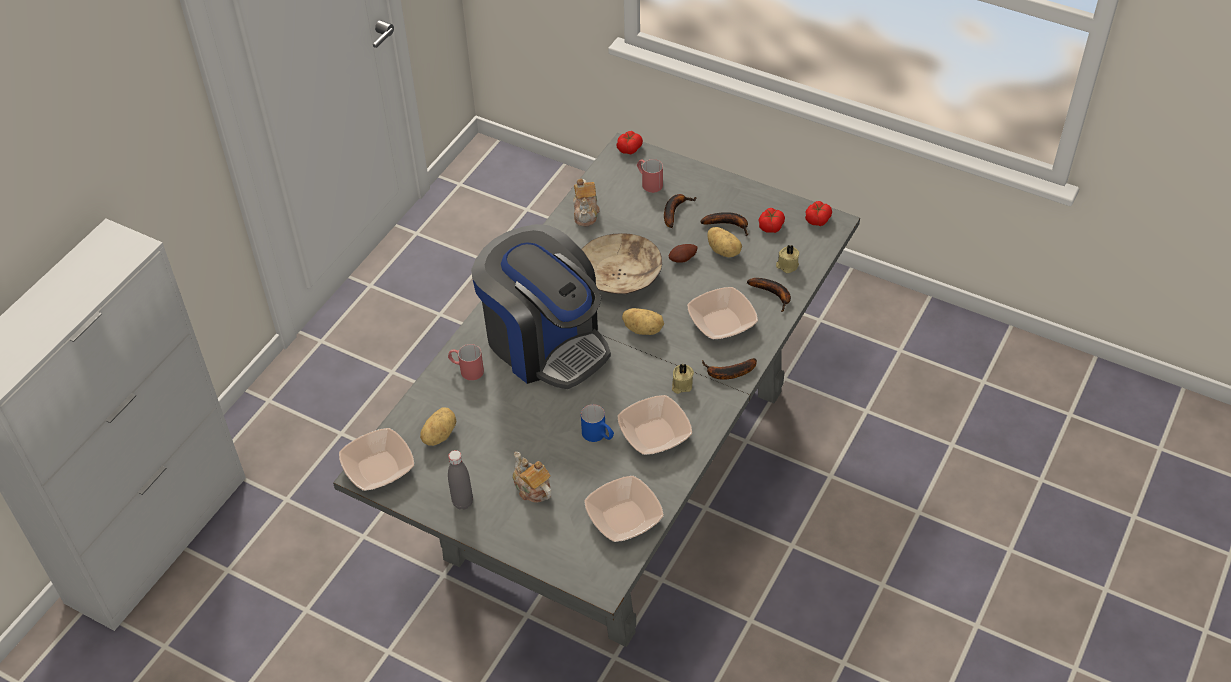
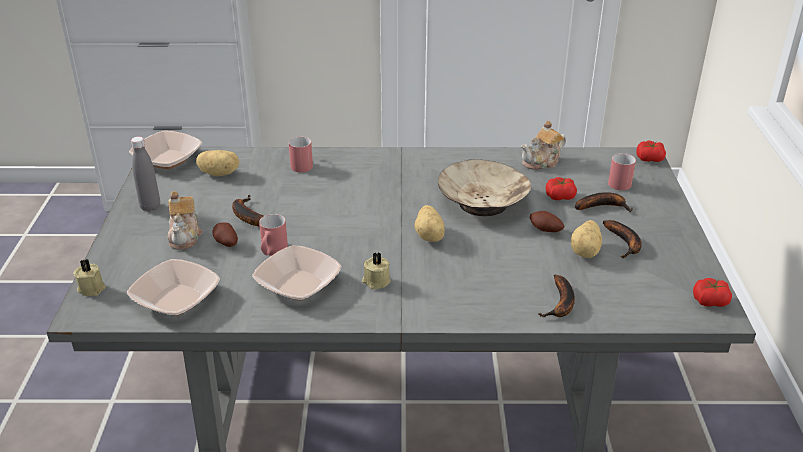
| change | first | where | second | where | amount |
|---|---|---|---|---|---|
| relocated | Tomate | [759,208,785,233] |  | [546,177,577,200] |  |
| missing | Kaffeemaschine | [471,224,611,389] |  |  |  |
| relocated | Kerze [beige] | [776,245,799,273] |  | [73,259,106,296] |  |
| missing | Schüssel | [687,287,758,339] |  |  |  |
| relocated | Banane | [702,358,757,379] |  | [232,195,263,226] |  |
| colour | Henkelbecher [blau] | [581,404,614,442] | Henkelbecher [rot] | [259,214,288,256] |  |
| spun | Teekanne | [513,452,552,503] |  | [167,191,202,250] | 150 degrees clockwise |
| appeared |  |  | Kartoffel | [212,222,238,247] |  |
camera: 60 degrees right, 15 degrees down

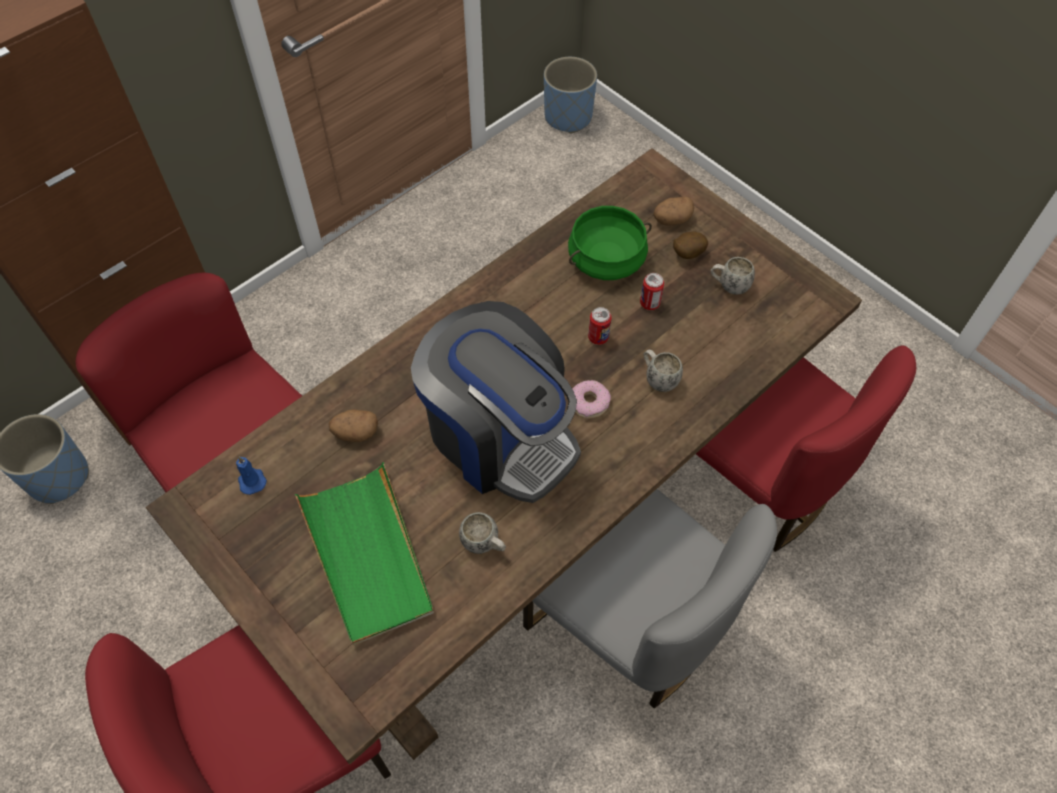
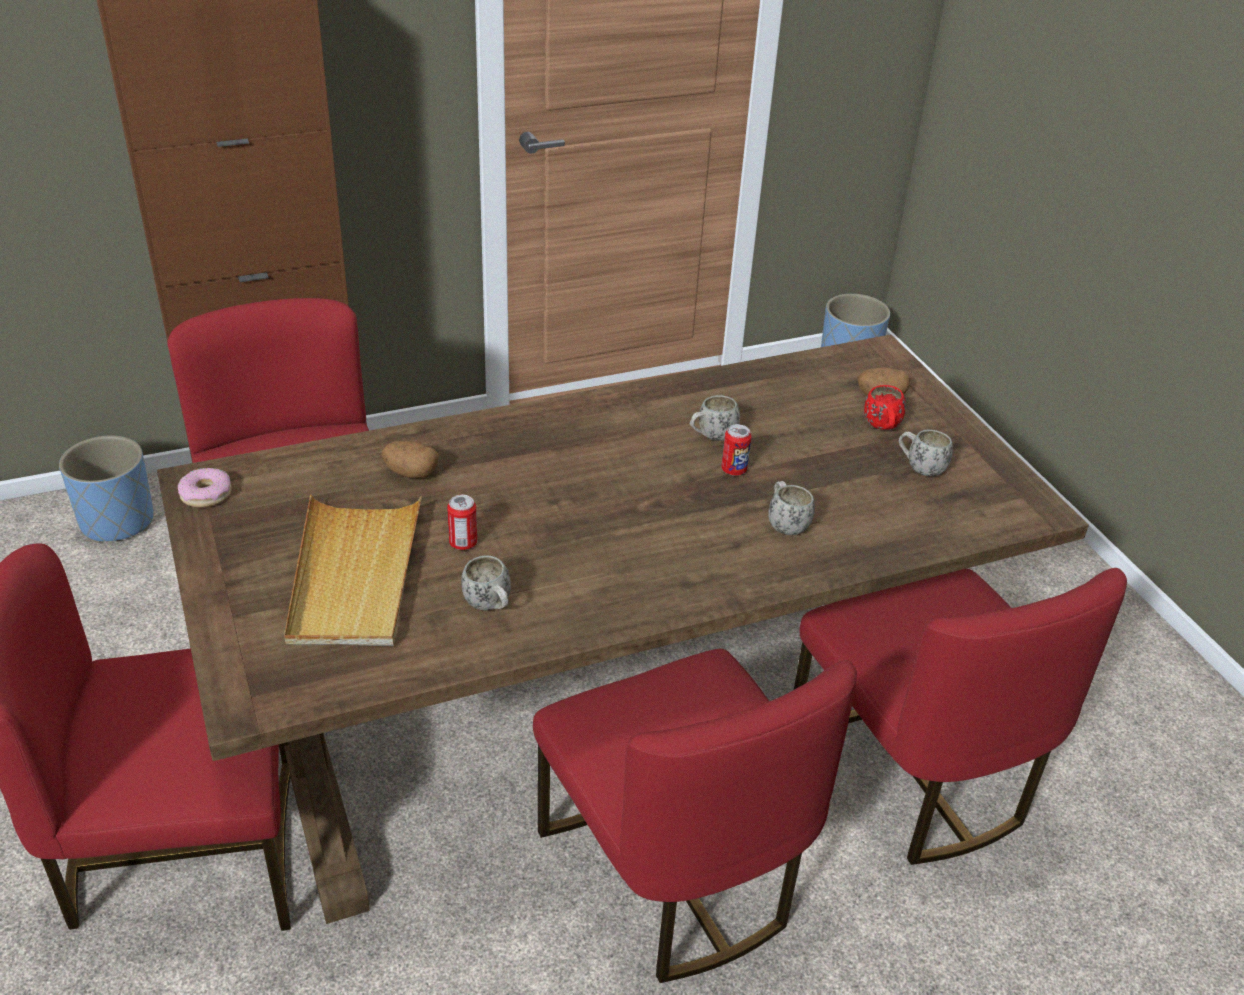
| change | first | where | second | where | amount |
|---|---|---|---|---|---|
| missing | Kochtopf [grün] | [568,206,652,280] |  |  |  |
| exchanged | Kartoffel | [673,231,708,259] | Henkelbecher [rot] | [864,385,906,430] |  |
| relocated | Dose | [640,273,664,310] |  | [447,495,477,550] |  |
| missing | Kaffeemaschine | [411,301,581,503] |  |  |  |
| relocated | Donut | [573,380,611,419] |  | [177,468,232,507] |  |
| missing | Kerze [blau] | [236,456,267,495] |  |  |  |
| colour | Tablett [grün] | [295,462,434,645] | Tablett [beige] | [284,495,422,646] |  |
| colour | Stuhl [grau] | [523,489,777,708] | Stuhl [rot] | [533,649,857,983] |  |
| appeared |  |  | Henkelbecher [weiß] | [690,395,740,441] |  |
camera: 20 degrees right, 20 degrees down

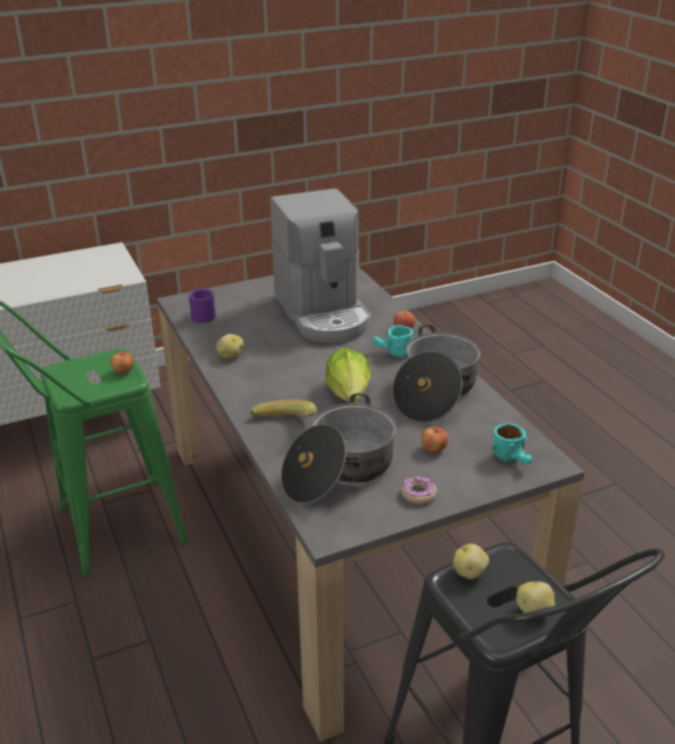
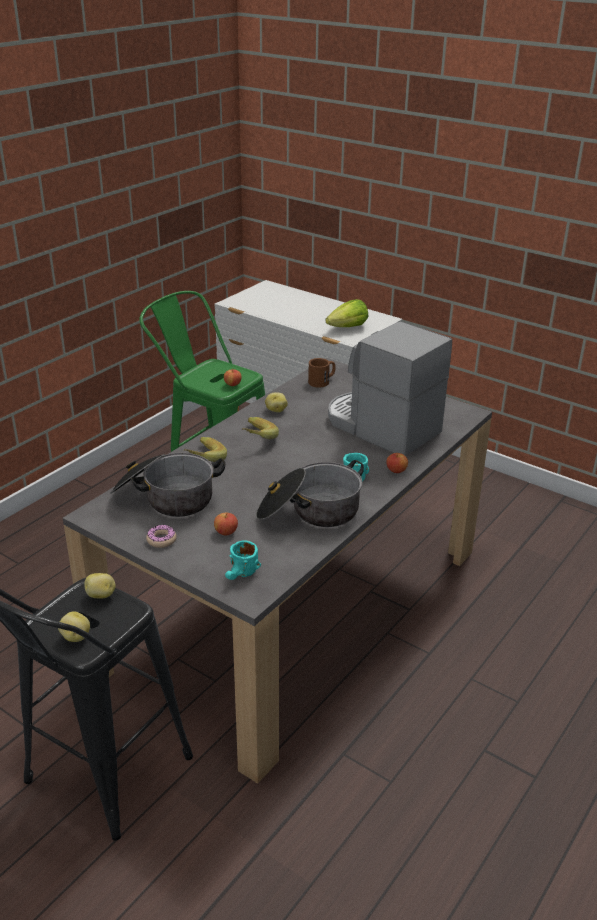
| change | first | where | second | where | amount |
|---|---|---|---|---|---|
| spun | Kaffeemaschine | [270,188,371,343] |  | [328,321,452,456] | 90 degrees clockwise |
| colour | Henkelbecher [lila] | [189,289,215,323] | Henkelbecher [braun] | [308,358,336,388] |  |
| relocated | Salatkopf | [325,348,371,403] |  | [325,299,368,327] |  |
| appeared |  |  | Banane | [241,417,279,439] |  |
camera: 60 degrees right, 0 degrees up

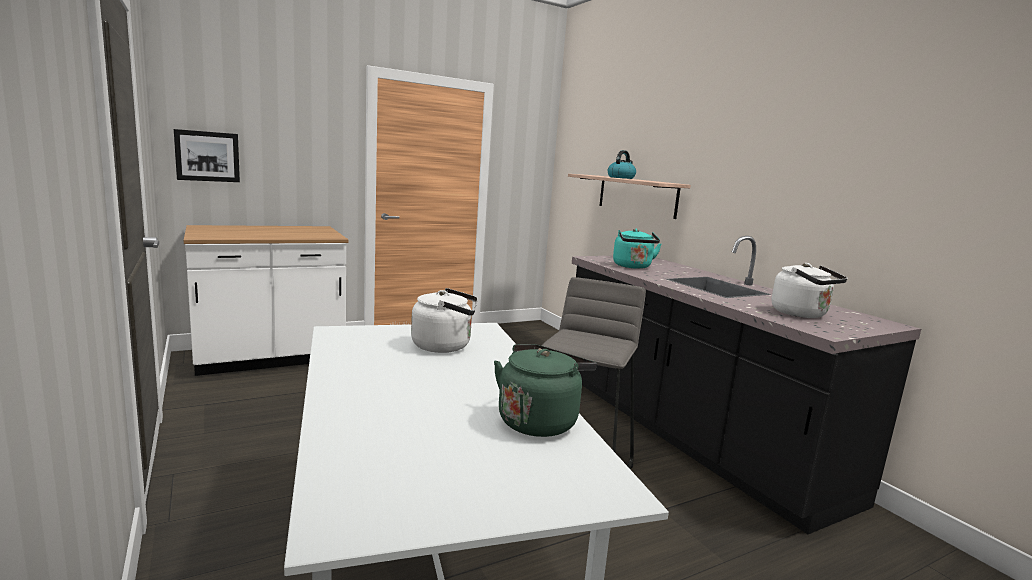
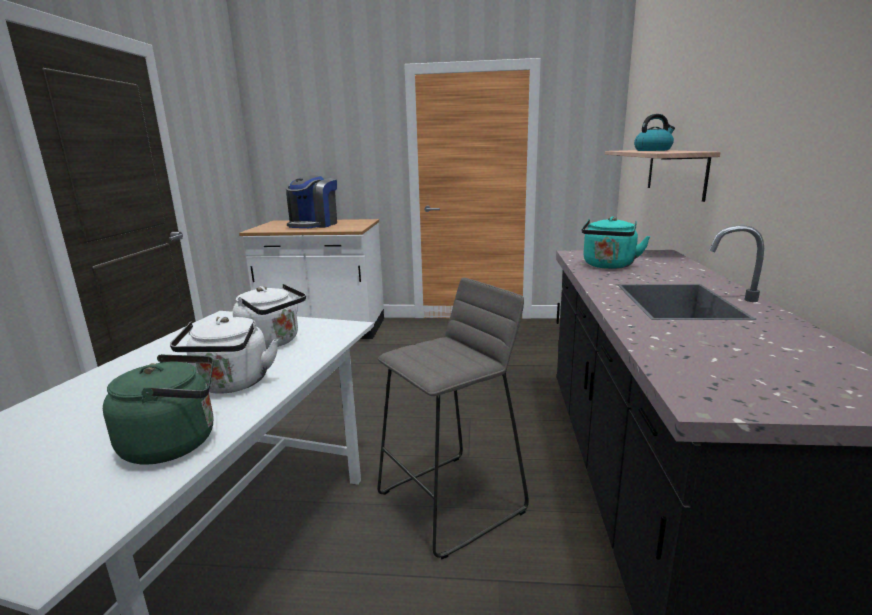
| change | first | where | second | where | amount |
|---|---|---|---|---|---|
| missing | Bild | [174,129,240,182] |  |  |  |
| relocated | Wasserkessel [weiß] | [772,263,848,318] |  | [170,316,278,394] |  |
| appeared |  |  | Kaffeemaschine | [286,175,337,228] |  |
camera: 35 degrees right, 5 degrees up

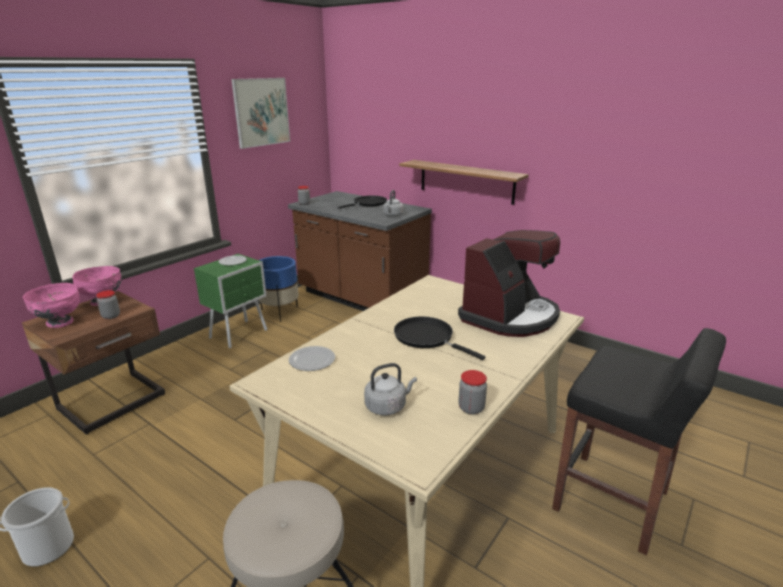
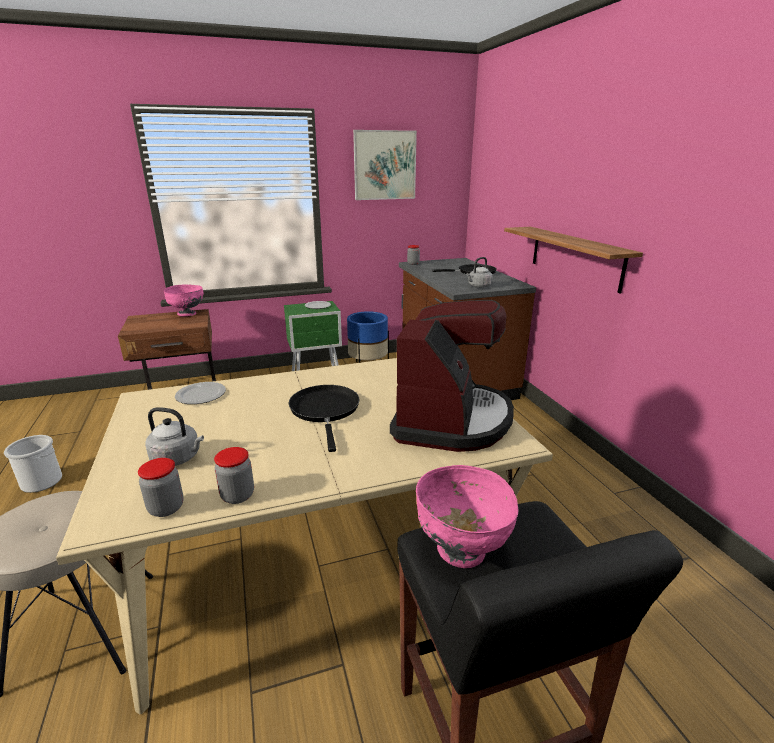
| change | first | where | second | where | amount |
|---|---|---|---|---|---|
| spun | Kaffeemaschine | [458,230,560,337] |  | [390,300,514,452] | 60 degrees counterclockwise |
| relocated | Schüssel [rosa] | [23,283,80,328] |  | [416,465,519,568] |  |
| relocated | Vorratsglas | [96,290,120,319] |  | [138,458,183,517] |  |
camera: 35 degrees right, 0 degrees up

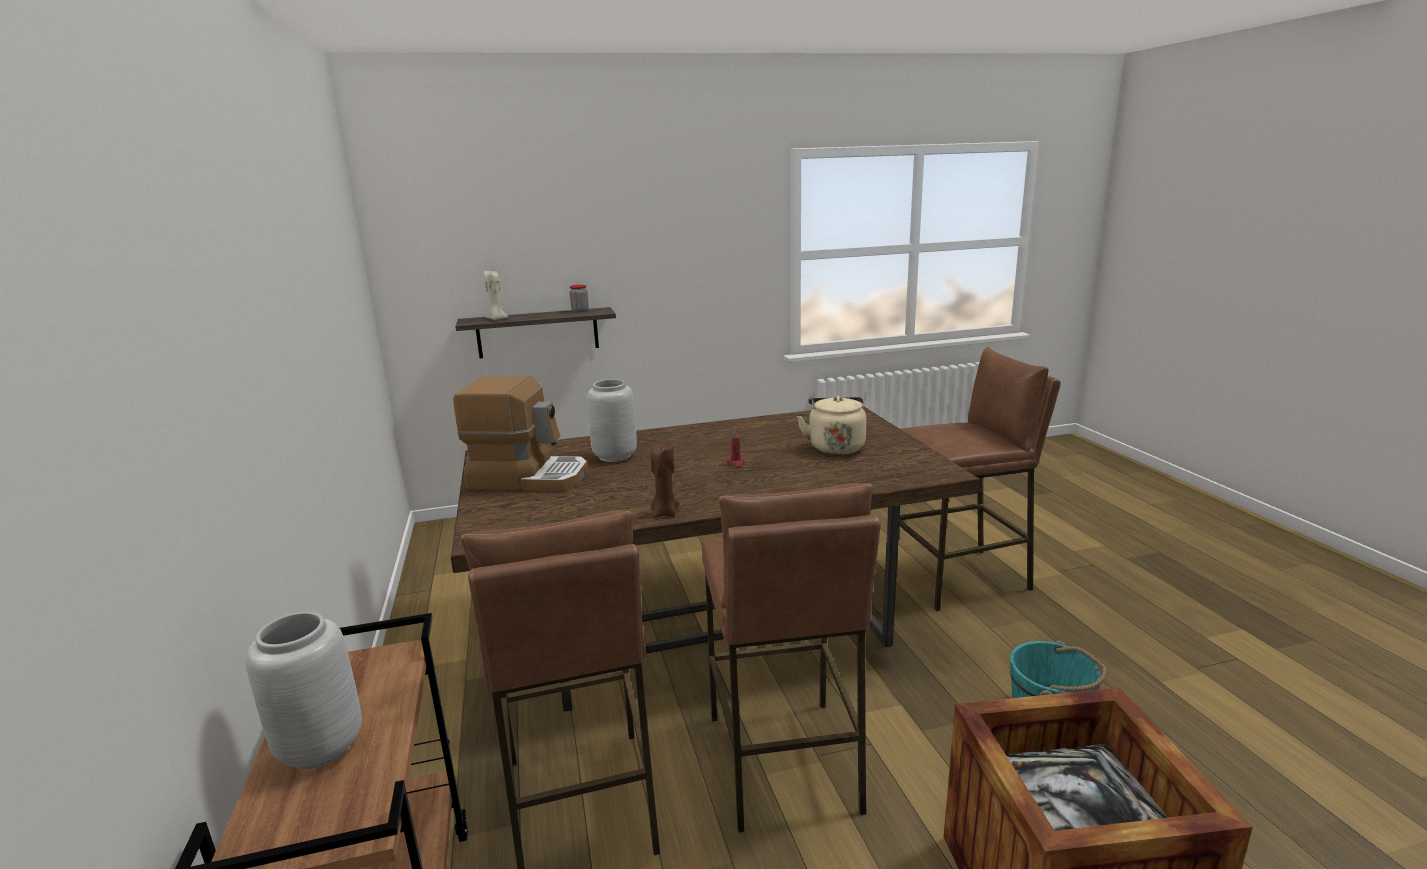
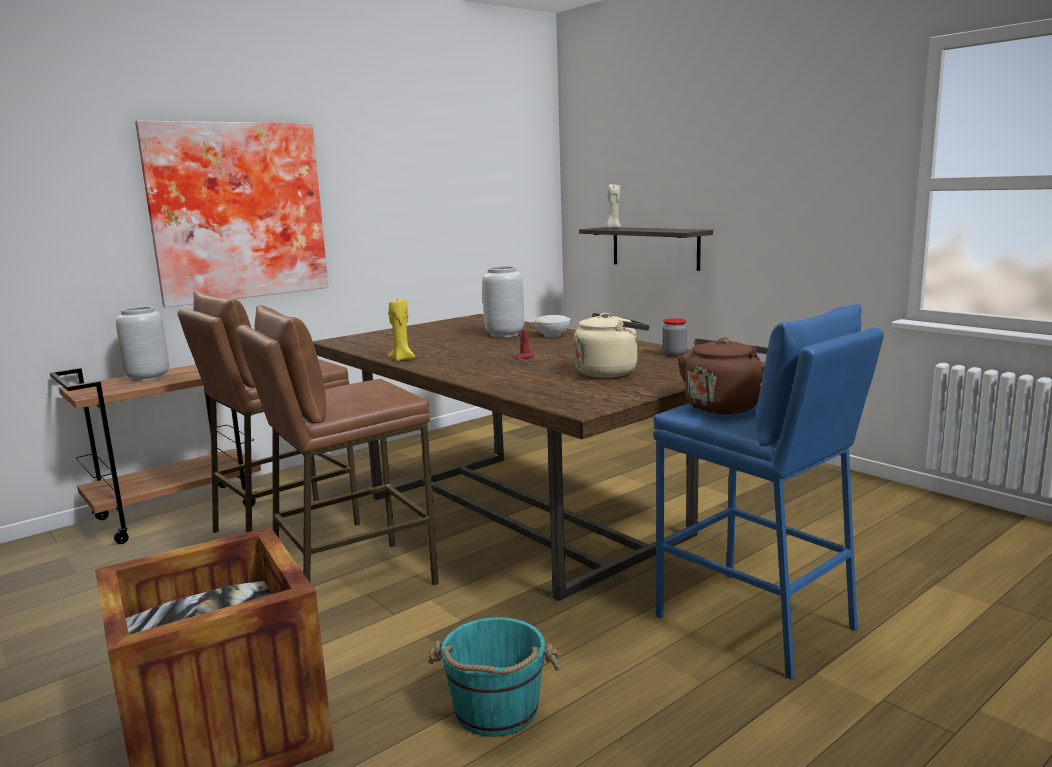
| change | first | where | second | where | amount |
|---|---|---|---|---|---|
| relocated | Vorratsglas | [570,285,589,312] |  | [662,318,687,356] |  |
| colour | Hocker [braun] | [899,347,1061,611] | Hocker [blau] | [653,304,884,680] |  |
| missing | Kaffeemaschine | [453,376,588,491] |  |  |  |
| colour | Kerze [braun] | [651,441,679,518] | Kerze [gelb] | [388,298,415,361] |  |
| appeared |  |  | Bild | [135,121,328,307] |  |
| appeared |  |  | Schüssel [weiß] | [534,315,571,337] |  |
| appeared |  |  | Wasserkessel [braun] | [677,338,768,414] |  |
camera: 65 degrees right, 5 degrees down

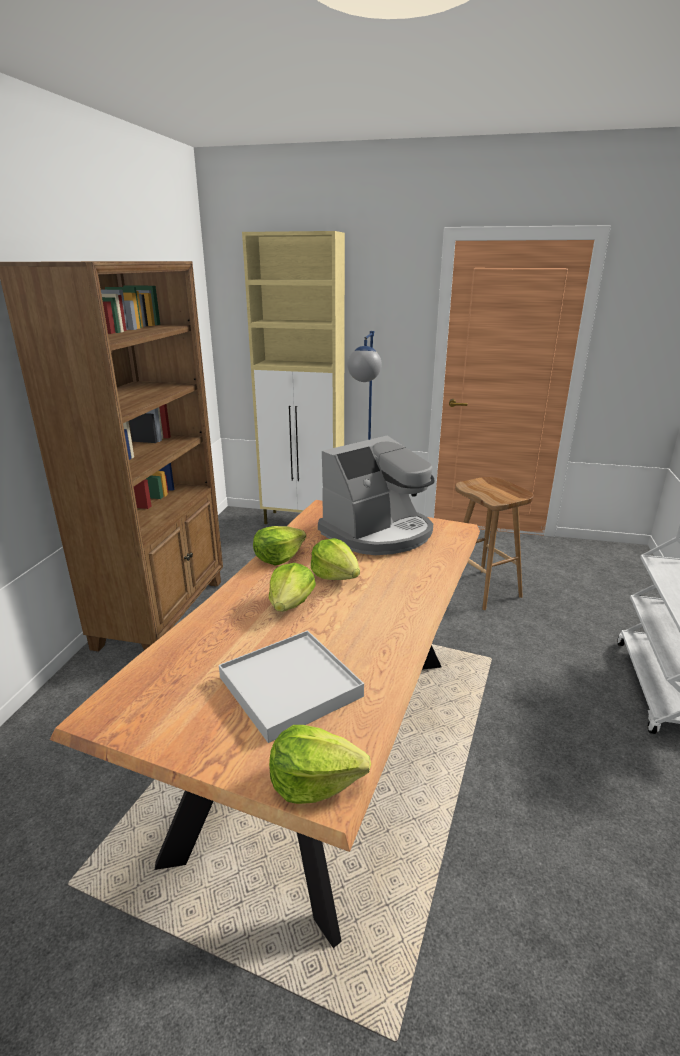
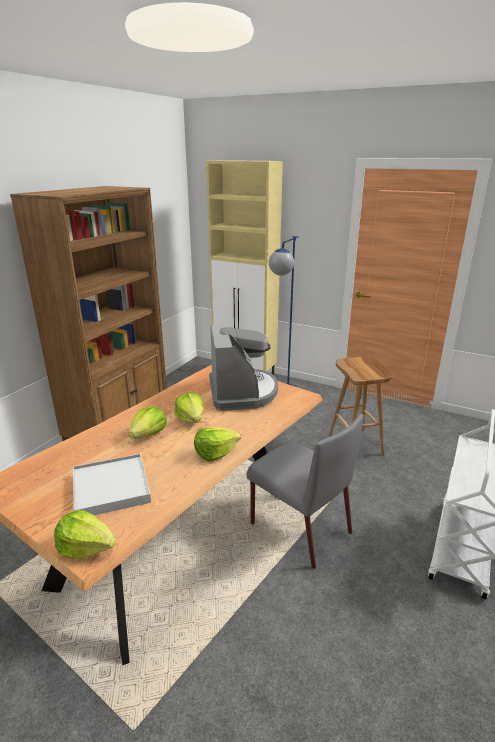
| change | first | where | second | where | amount |
|---|---|---|---|---|---|
| spun | Kaffeemaschine | [318,436,435,555] |  | [209,325,278,411] | 75 degrees counterclockwise |
| relocated | Salatkopf | [253,526,306,565] |  | [194,427,241,461] |  |
| appeared |  |  | Stuhl [grau] | [246,414,364,569] |  |
camera: 15 degrees right, 0 degrees up

